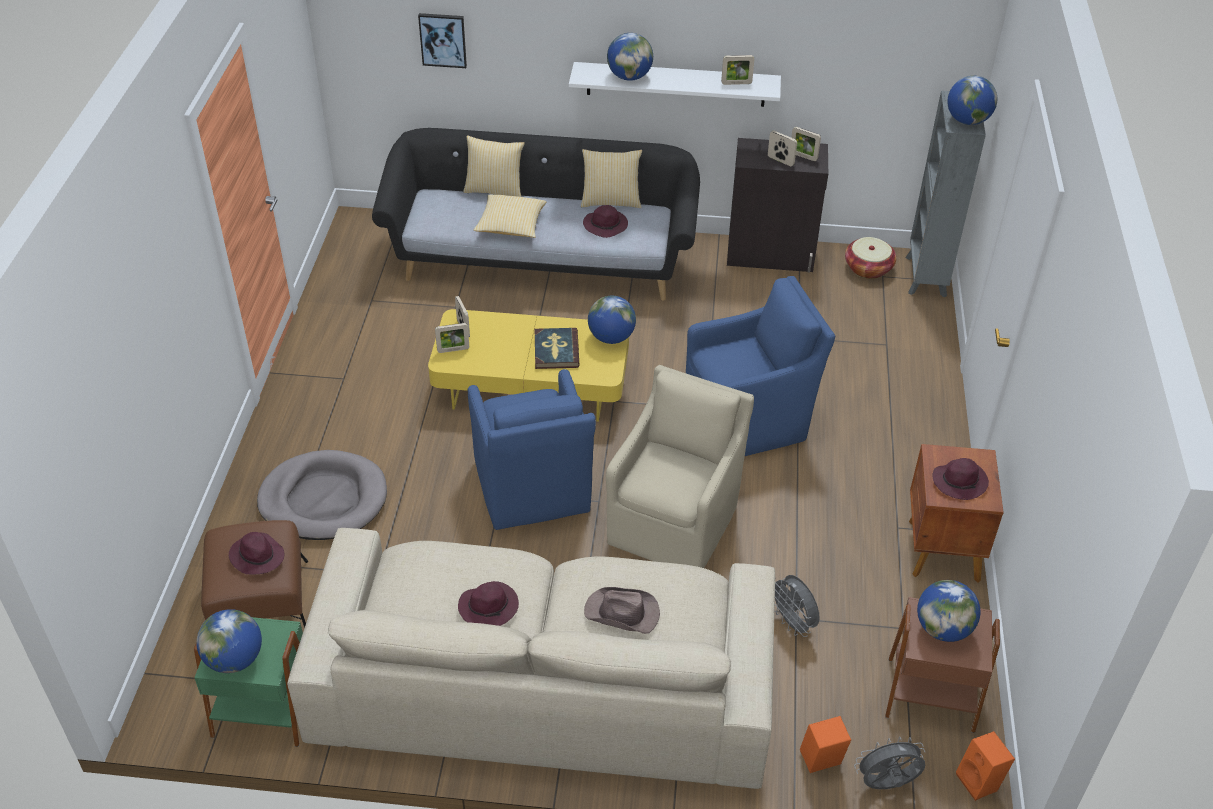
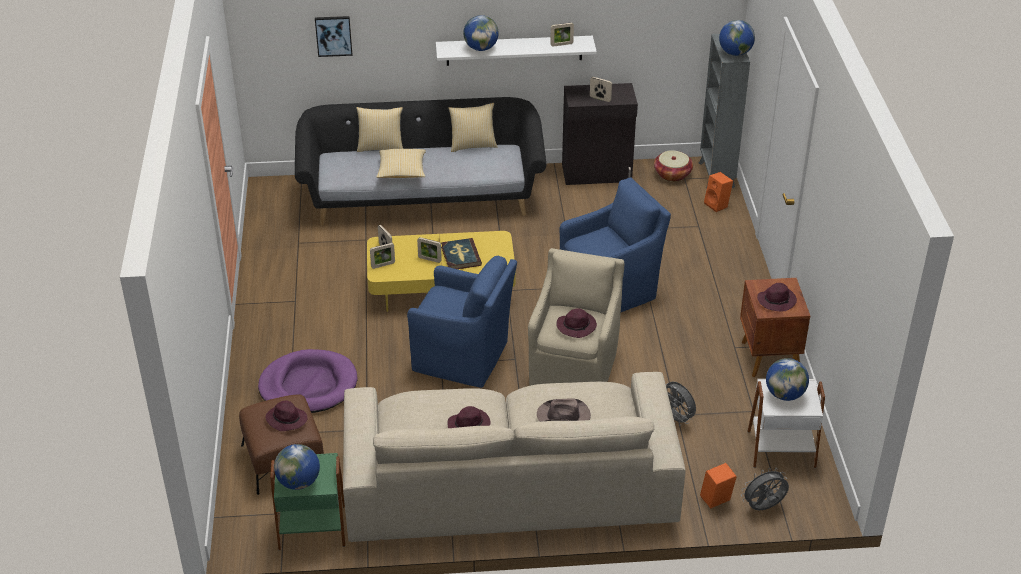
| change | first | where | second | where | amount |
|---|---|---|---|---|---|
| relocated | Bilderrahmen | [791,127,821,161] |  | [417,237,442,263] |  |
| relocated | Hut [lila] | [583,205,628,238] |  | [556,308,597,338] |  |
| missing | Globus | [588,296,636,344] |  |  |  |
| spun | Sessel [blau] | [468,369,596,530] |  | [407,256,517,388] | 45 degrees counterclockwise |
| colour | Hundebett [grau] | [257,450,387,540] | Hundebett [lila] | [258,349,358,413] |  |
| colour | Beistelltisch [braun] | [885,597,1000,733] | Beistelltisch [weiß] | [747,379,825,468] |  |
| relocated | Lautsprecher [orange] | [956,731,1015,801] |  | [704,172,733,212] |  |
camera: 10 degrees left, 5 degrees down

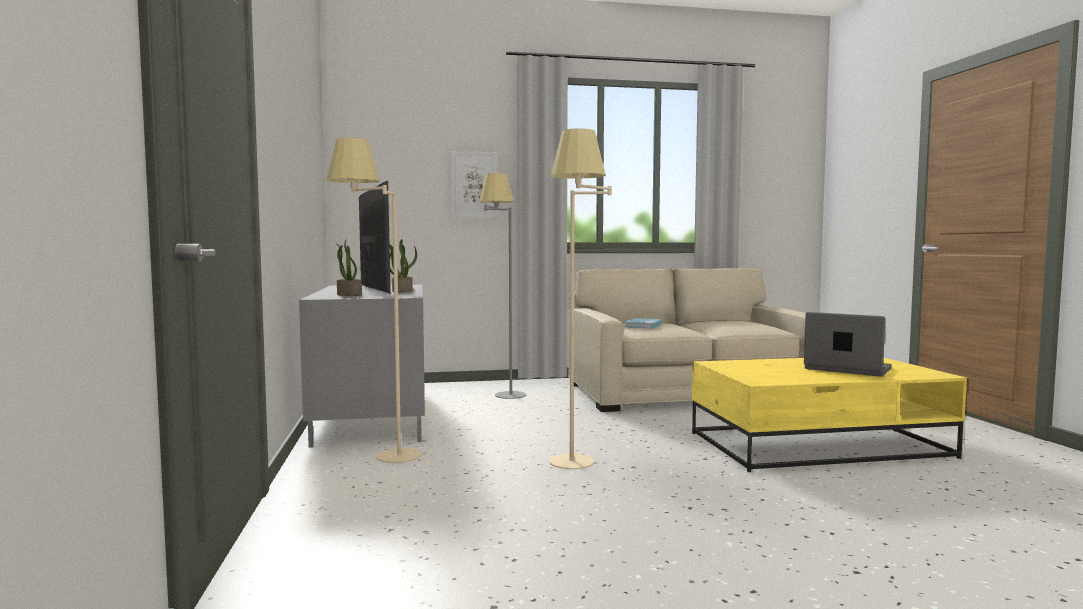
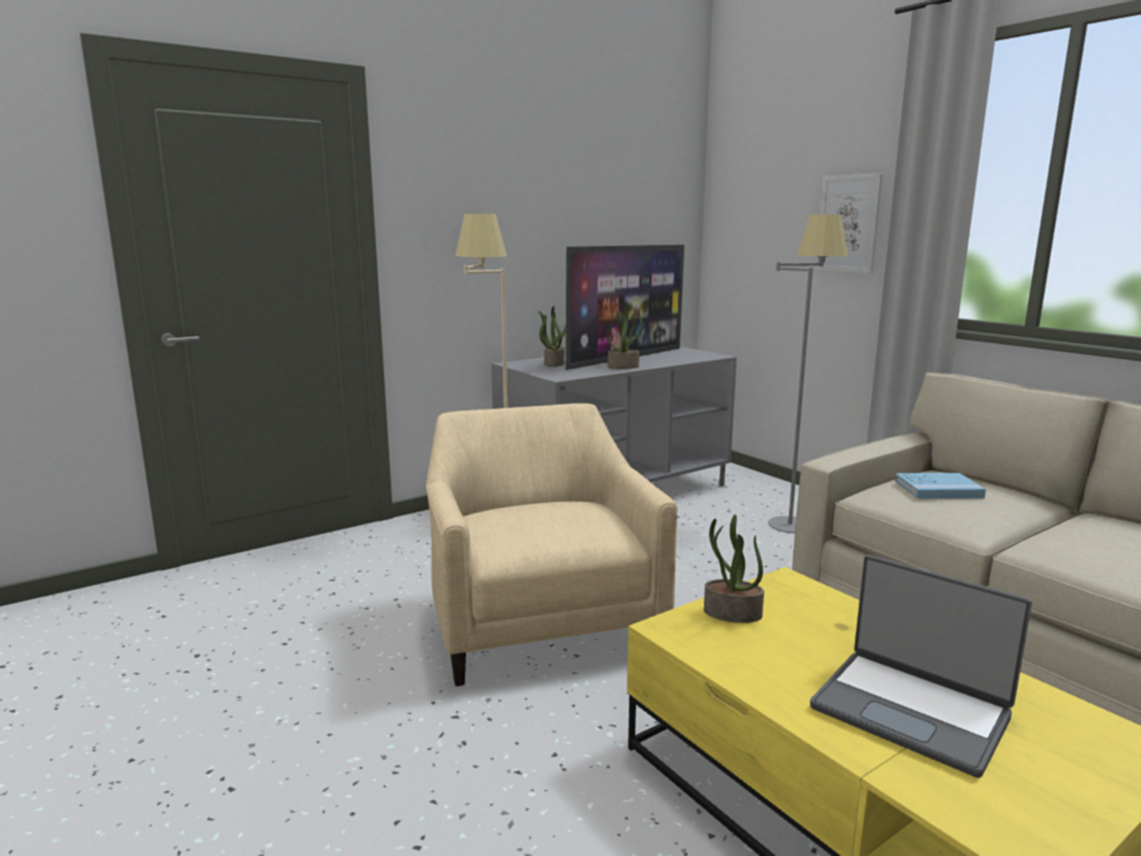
| change | first | where | second | where | amount |
|---|---|---|---|---|---|
| exchanged | Stehlampe [beige] | [549,128,612,469] | Sessel [beige] | [426,403,678,686] |  |
| spun | Laptop | [804,312,892,377] |  | [810,555,1032,778] | 120 degrees clockwise |
| appeared |  |  | Topfpflanze | [704,514,764,623] |  |
camera: 65 degrees right, 10 degrees up

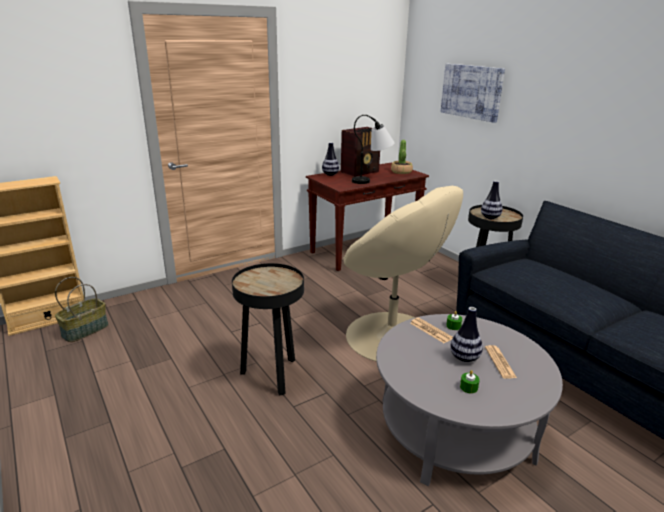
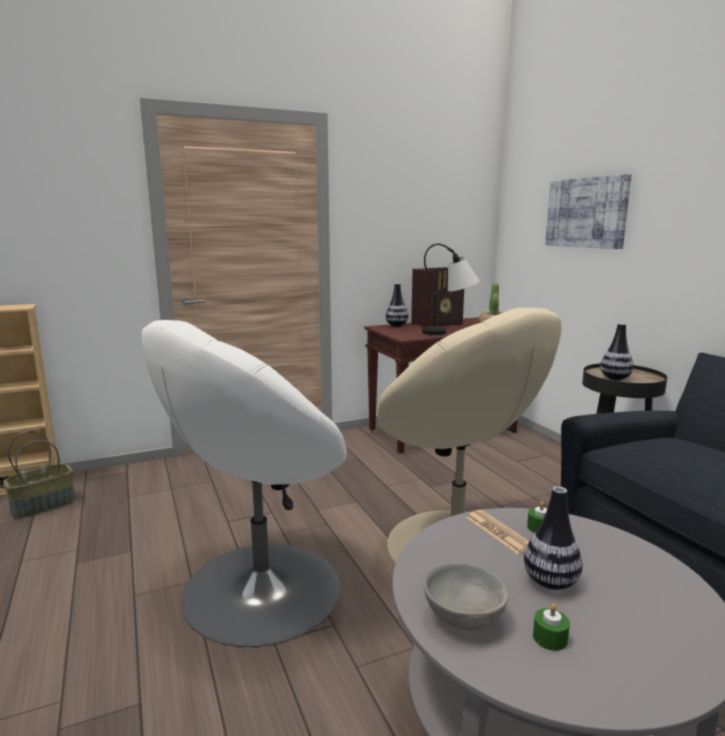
| change | first | where | second | where | amount |
|---|---|---|---|---|---|
| exchanged | Beistelltisch [schwarz] | [232,263,304,396] | Sessel [weiß] | [141,320,347,647] |  |
| missing | Zeitung | [485,345,517,379] |  |  |  |
| appeared |  |  | Schüssel [grau] | [424,563,508,631] |  |
camera: 10 degrees right, 10 degrees down

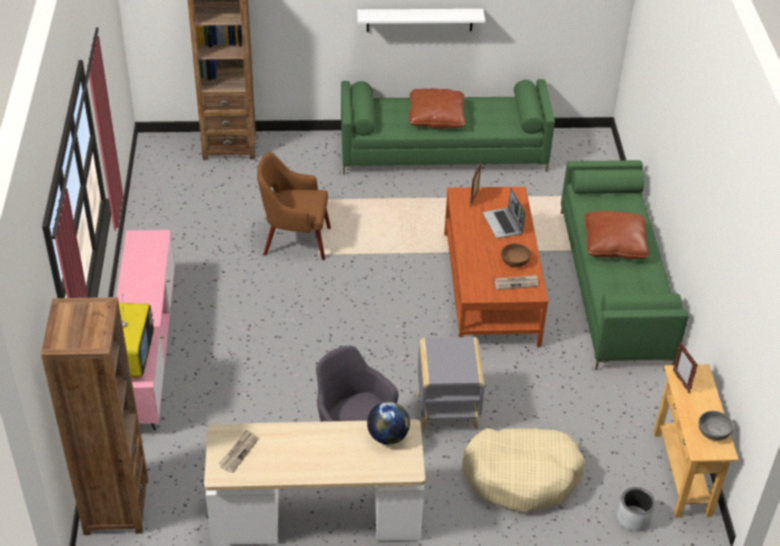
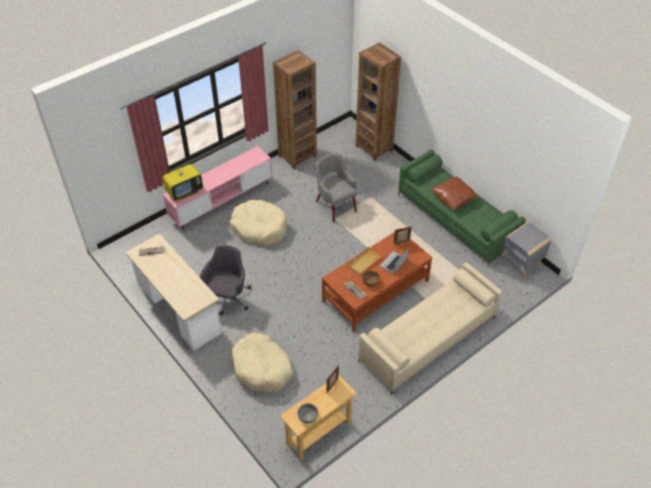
| change | first | where | second | where | amount |
|---|---|---|---|---|---|
| missing | Wandregal [weiß] | [357,9,485,32] |  |  |  |
| colour | Sessel [braun] | [257,152,331,260] | Sessel [grau] | [316,153,357,223] |  |
| colour | Sofa [grün] | [561,160,689,370] | Sofa [beige] | [358,262,502,395] |  |
| missing | Kissen [braun] | [584,211,649,259] |  |  |  |
| relocated | Bücherregal [braun] | [41,297,148,535] |  | [273,50,317,169] |  |
| relocated | Beistelltisch [grau] | [417,337,485,430] |  | [501,221,551,279] |  |
| missing | Globus | [367,401,410,445] |  |  |  |
| missing | Pflanzkübel [grau] | [617,487,655,532] |  |  |  |
| appeared |  |  | Hundebett [beige] | [230,200,287,246] |  |
| appeared |  |  | Tablett [beige] | [348,247,382,275] |  |
camera: 55 degrees right, 5 degrees up

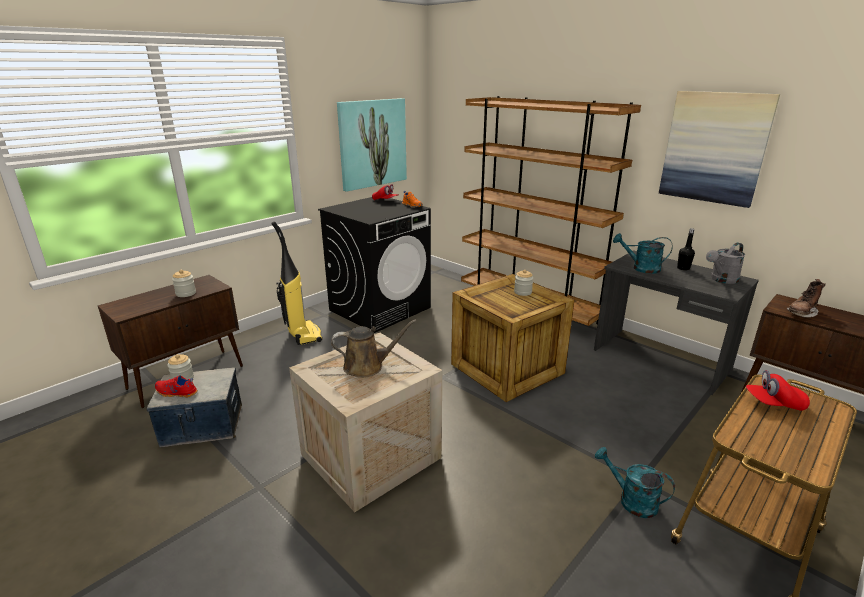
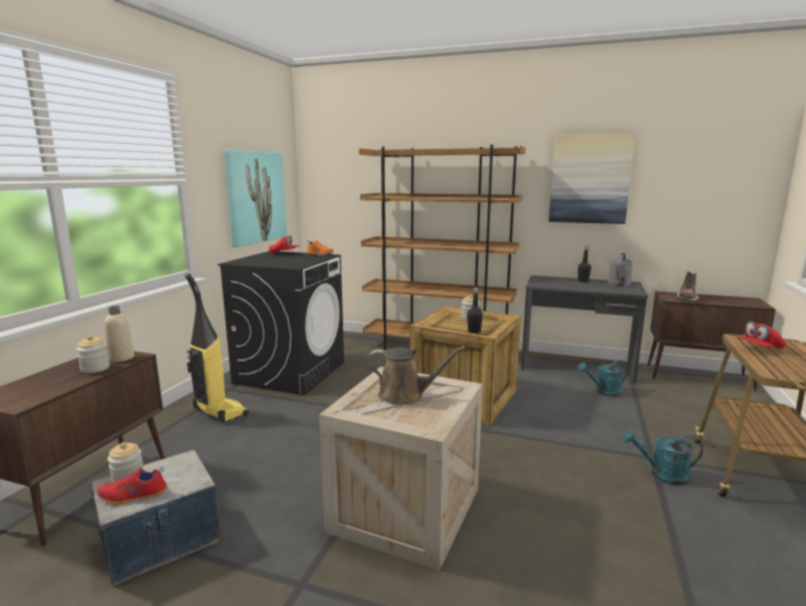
| change | first | where | second | where | amount |
|---|---|---|---|---|---|
| relocated | Gießkanne [türkis] | [613,233,673,274] |  | [578,360,629,397] |  |
| spun | Gießkanne [braun] | [331,319,416,378] |  | [367,346,465,406] | 45 degrees clockwise |
| appeared |  |  | Flasche [schwarz] | [467,288,483,333] |  |
| appeared |  |  | Flasche [beige] | [104,306,134,362] |  |
camera: 25 degrees left, 10 degrees down

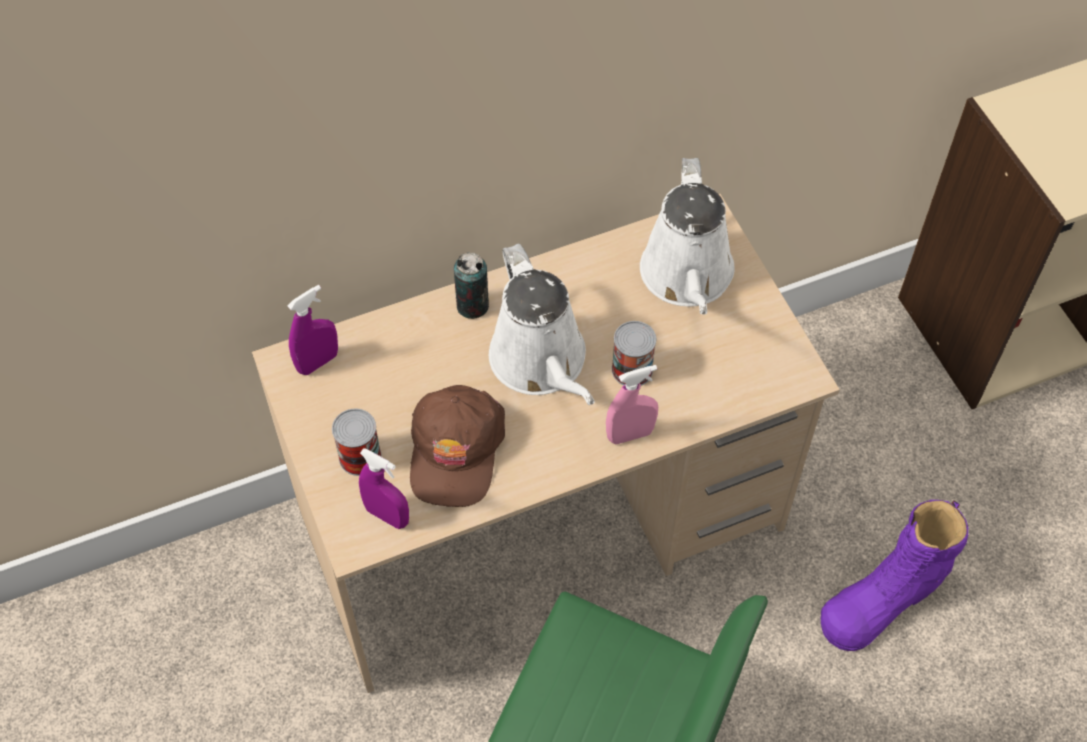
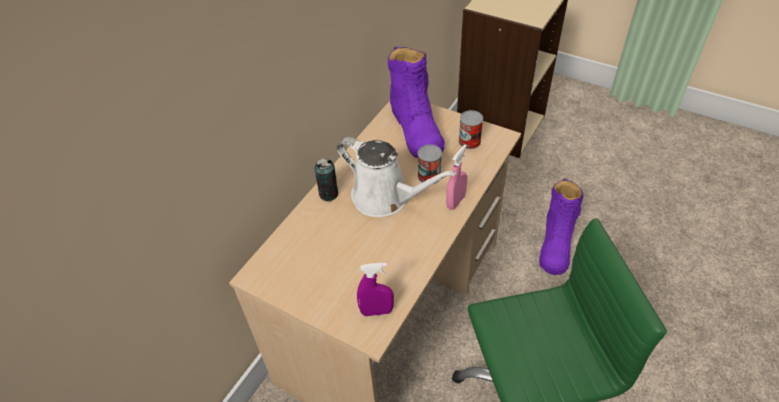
| change | first | where | second | where | amount |
|---|---|---|---|---|---|
| exchanged | Gießkanne [weiß] | [640,158,735,314] | Stiefel [lila] | [388,47,445,158] |  |
| missing | Sprühflasche [lila] | [288,285,338,375] |  |  |  |
| missing | Kappe [braun] | [410,385,505,507] |  |  |  |
| relocated | Dose | [332,409,382,476] |  | [458,110,483,149] |  |
camera: 35 degrees left, 10 degrees down

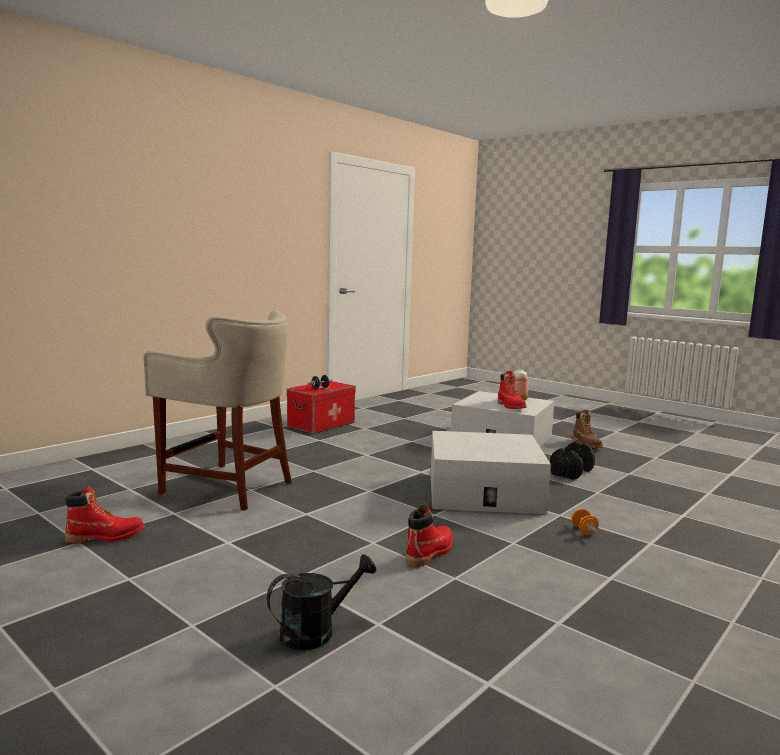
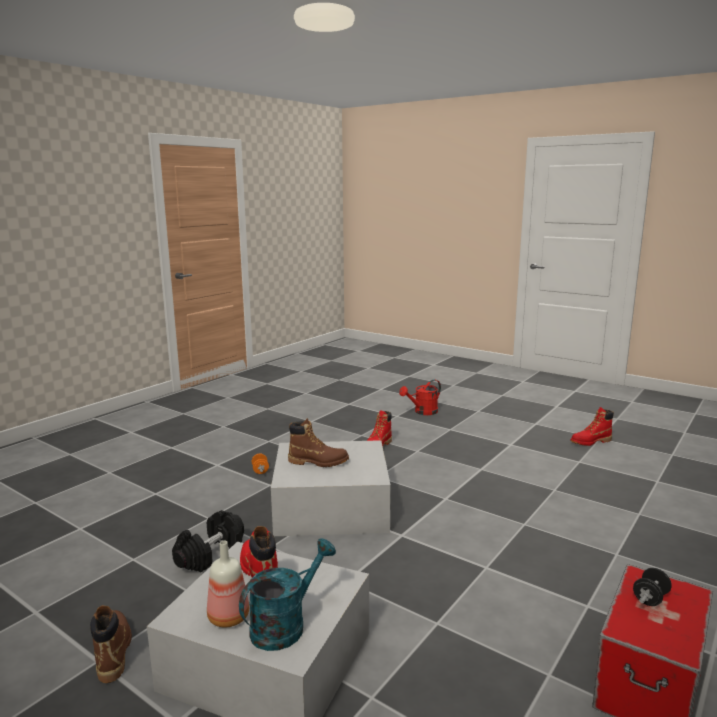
| change | first | where | second | where | amount |
|---|---|---|---|---|---|
| missing | Hocker [beige] | [143,310,292,511] |  |  |  |
| colour | Gießkanne [schwarz] | [267,554,377,650] | Gießkanne [rot] | [399,380,441,415] |  |
| appeared |  |  | Stiefel [braun] | [288,418,349,467] |  |
| appeared |  |  | Gießkanne [türkis] | [239,538,336,651] |  |
camera: 175 degrees right, 5 degrees up

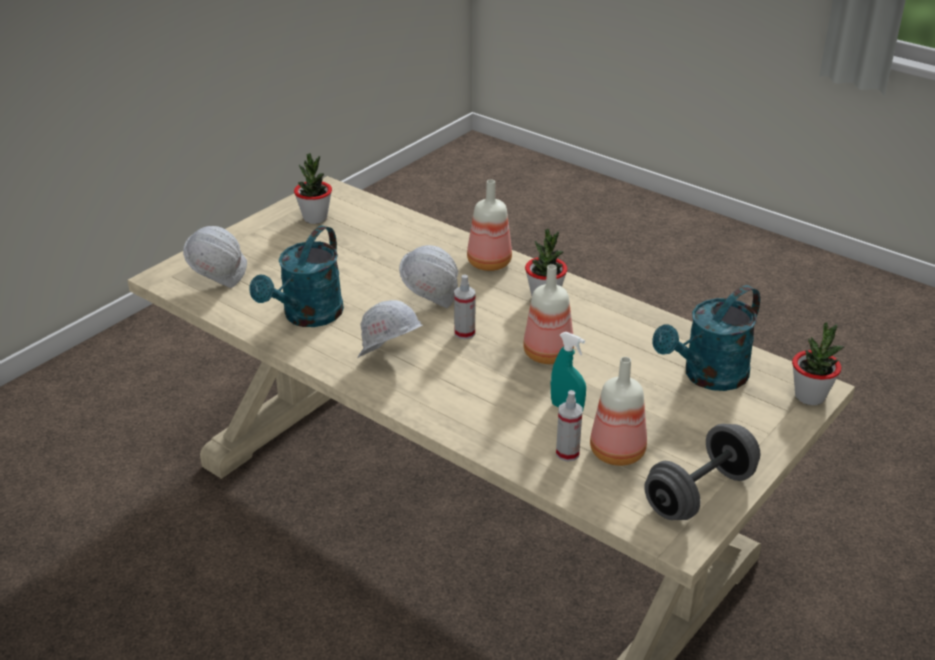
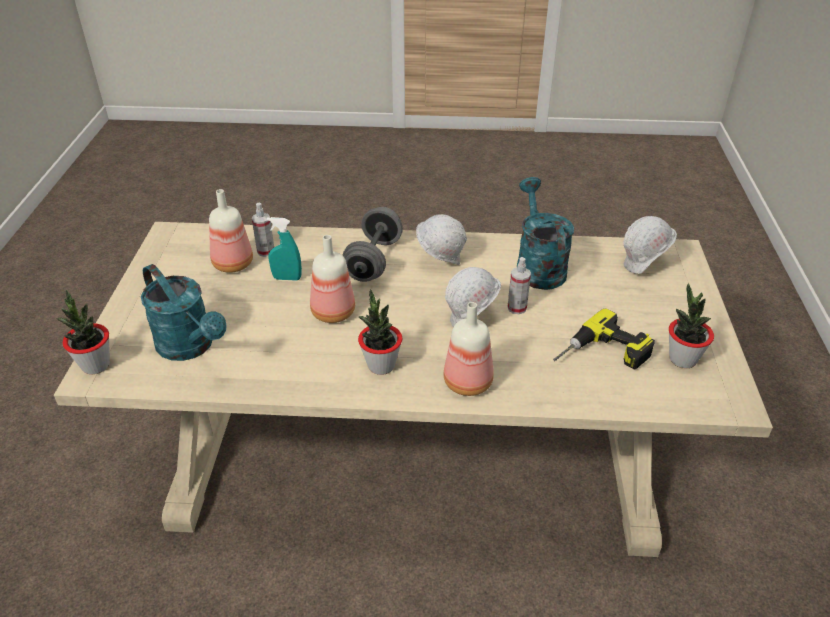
| change | first | where | second | where | amount |
|---|---|---|---|---|---|
| relocated | Sprühflasche | [454,274,475,339] |  | [508,257,531,314] |  |
| spun | Gießkanne [türkis] | [652,285,760,391] |  | [141,264,227,361] | 120 degrees clockwise |
| relocated | Hantel [grau] | [644,424,760,520] |  | [342,207,403,282] |  |
| appeared |  |  | Bohrmaschine | [553,308,655,369] |  |
camera: 145 degrees right, 5 degrees up

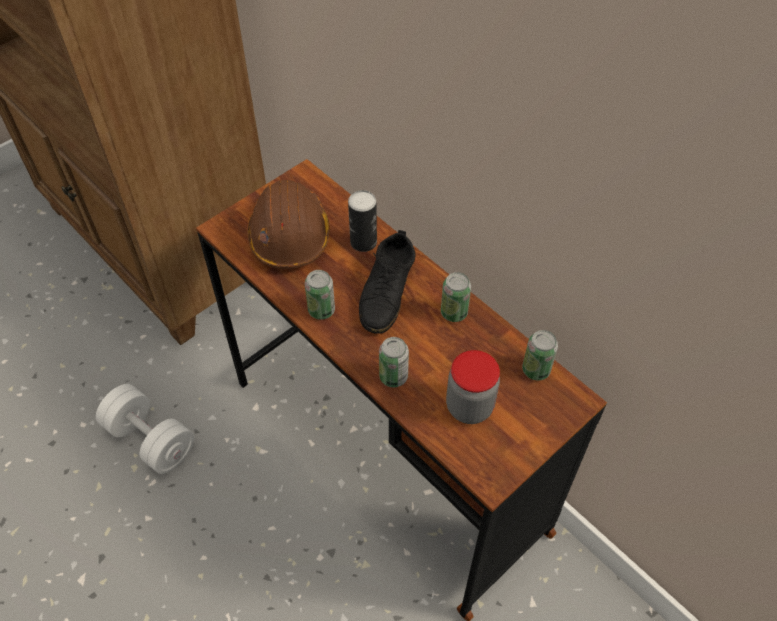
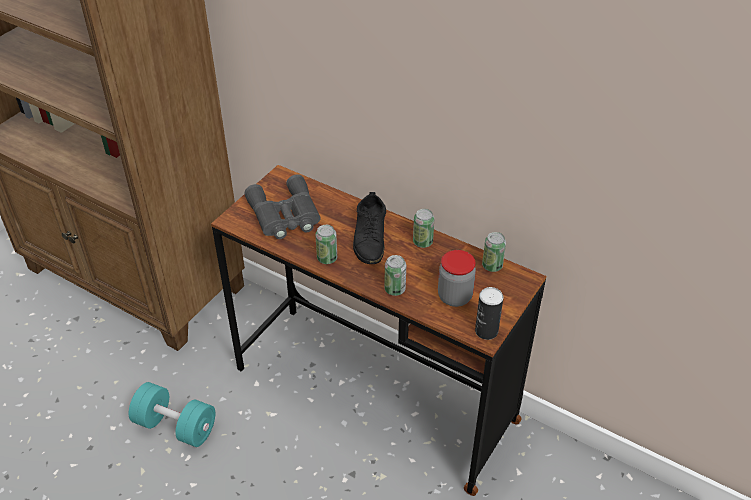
| change | first | where | second | where | amount |
|---|---|---|---|---|---|
| exchanged | Schutzhelm [braun] | [247,180,330,269] | Fernglas [grau] | [245,174,320,239] |  |
| relocated | Dose | [348,190,377,252] |  | [475,287,504,340] |  |
| colour | Hantel [weiß] | [96,384,194,474] | Hantel [türkis] | [129,382,215,447] |  |
camera: 15 degrees left, 10 degrees down

